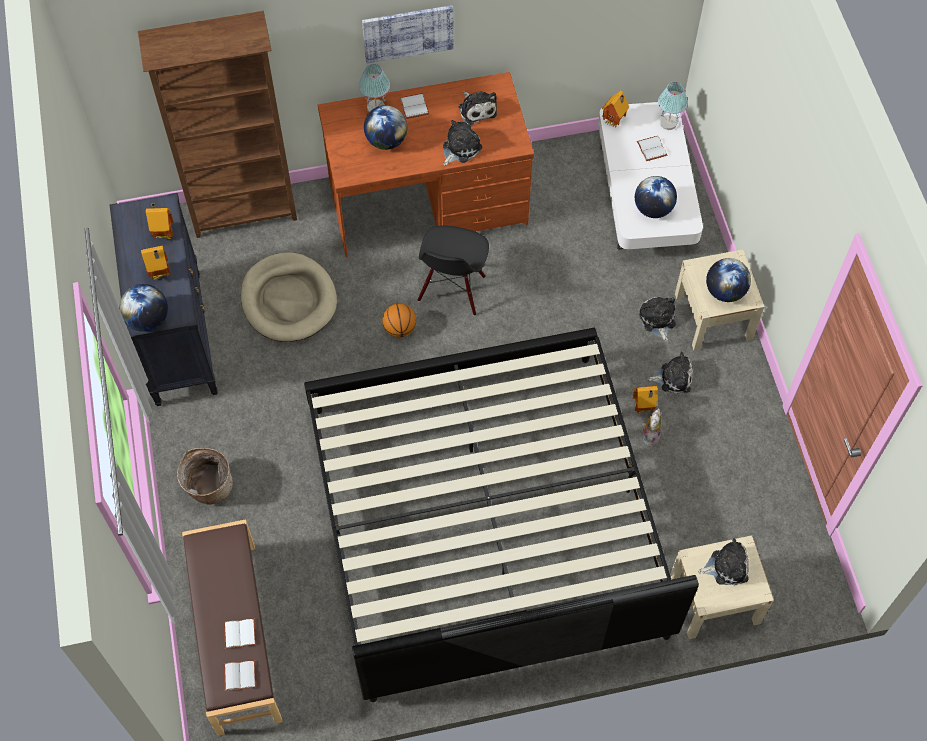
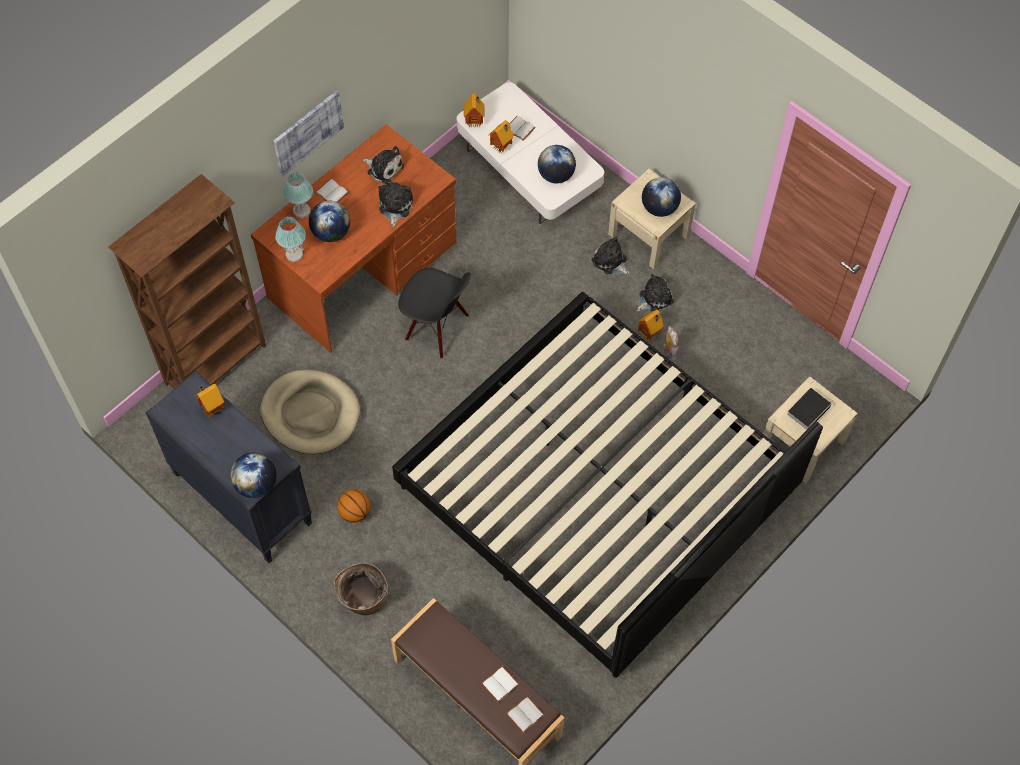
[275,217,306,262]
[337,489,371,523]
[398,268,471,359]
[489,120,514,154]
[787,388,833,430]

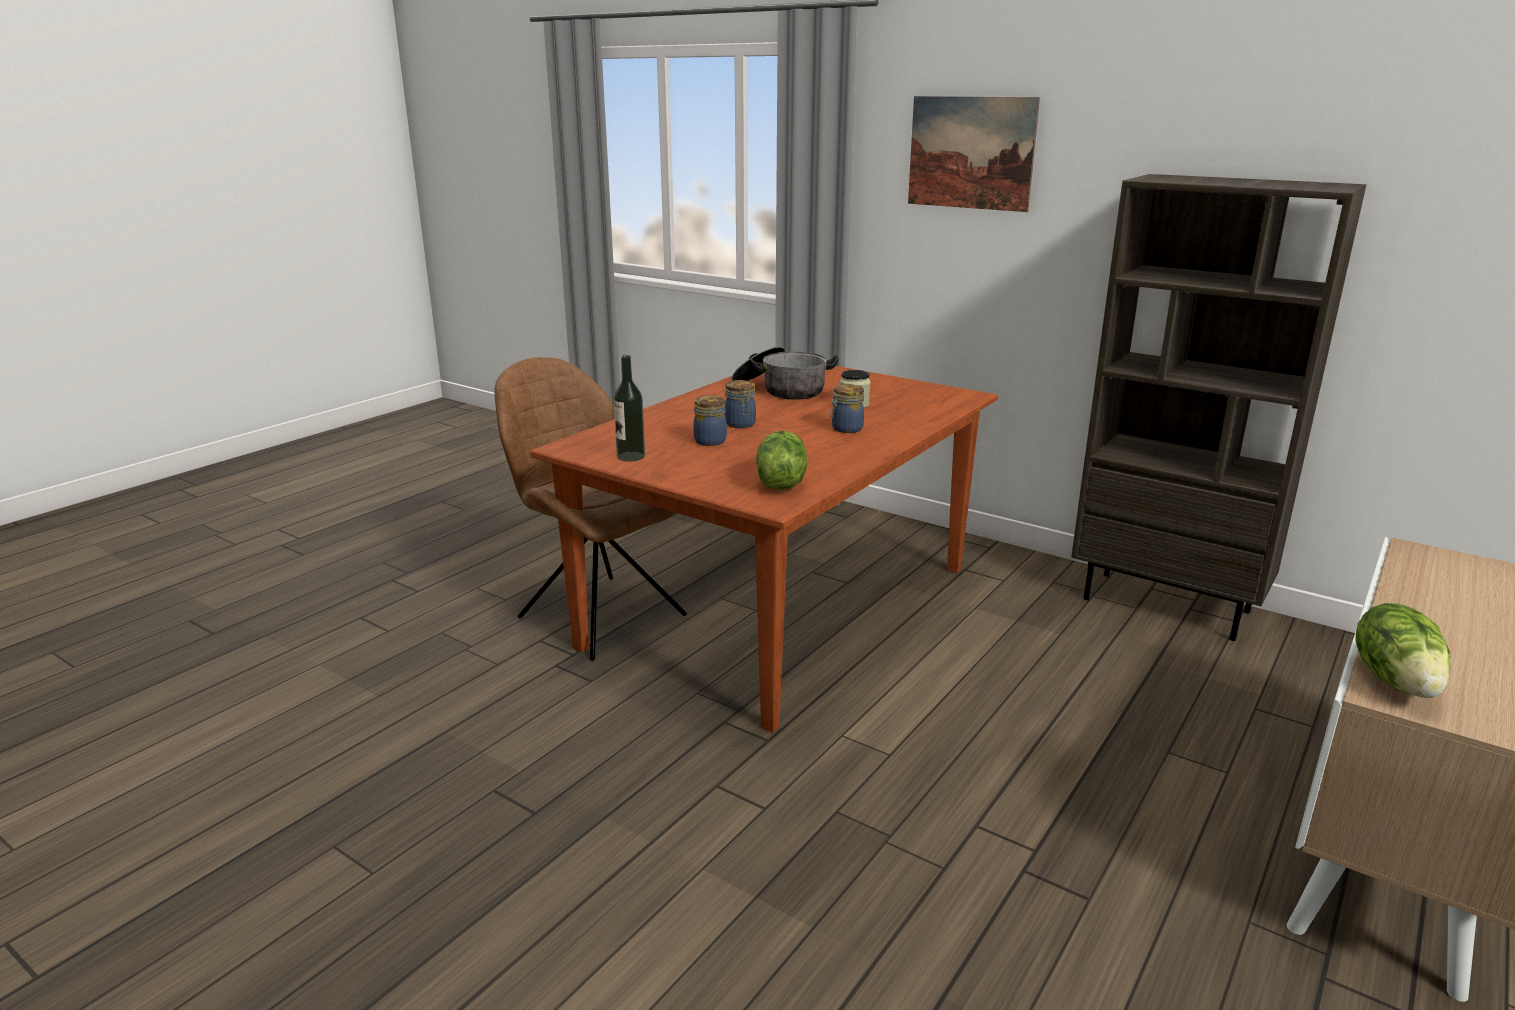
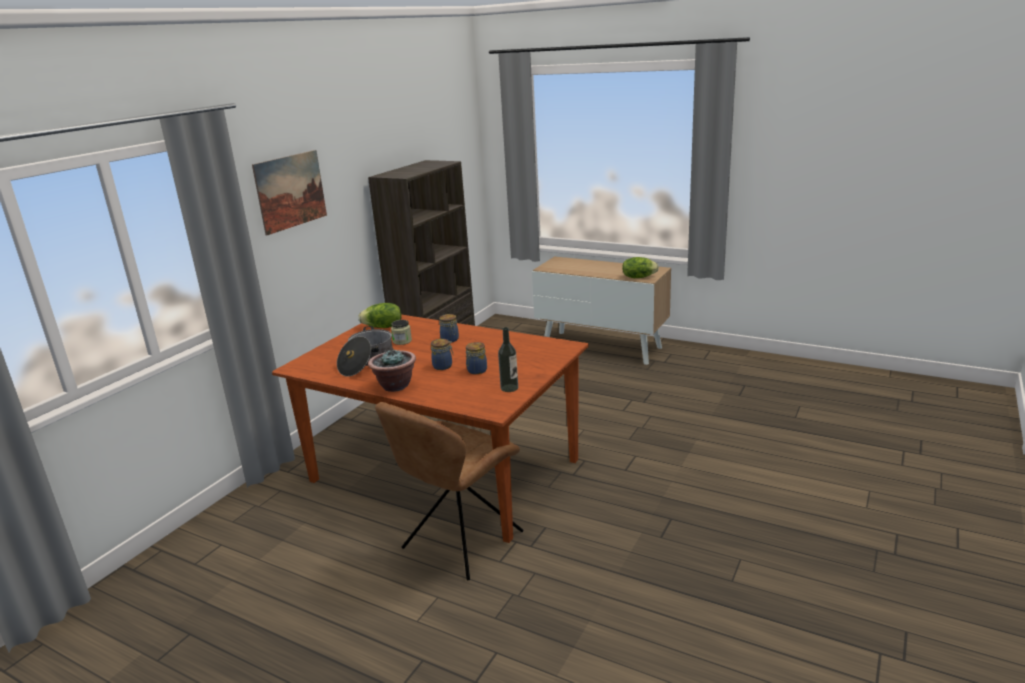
[358,303,402,328]
[368,348,416,392]

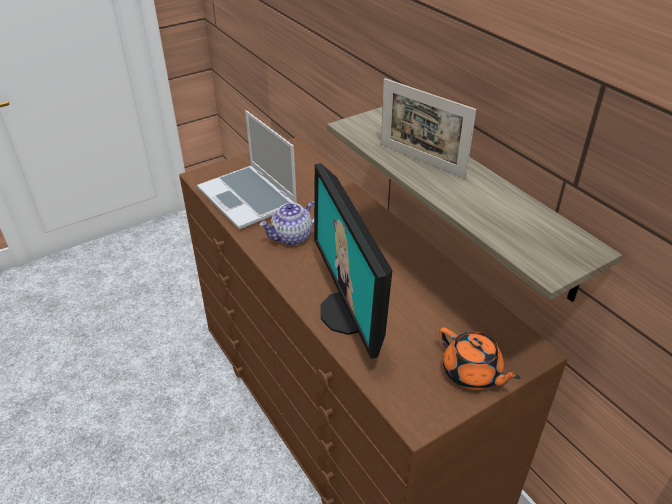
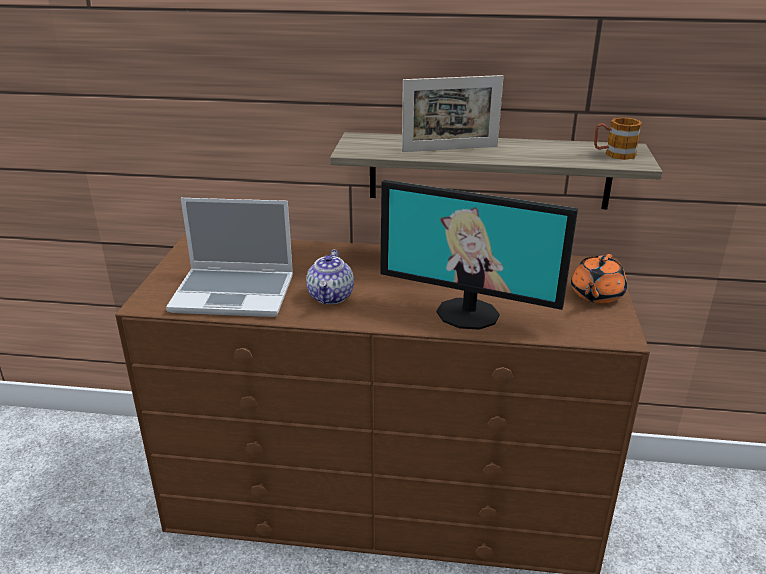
[571,254,627,303]
[594,117,642,160]

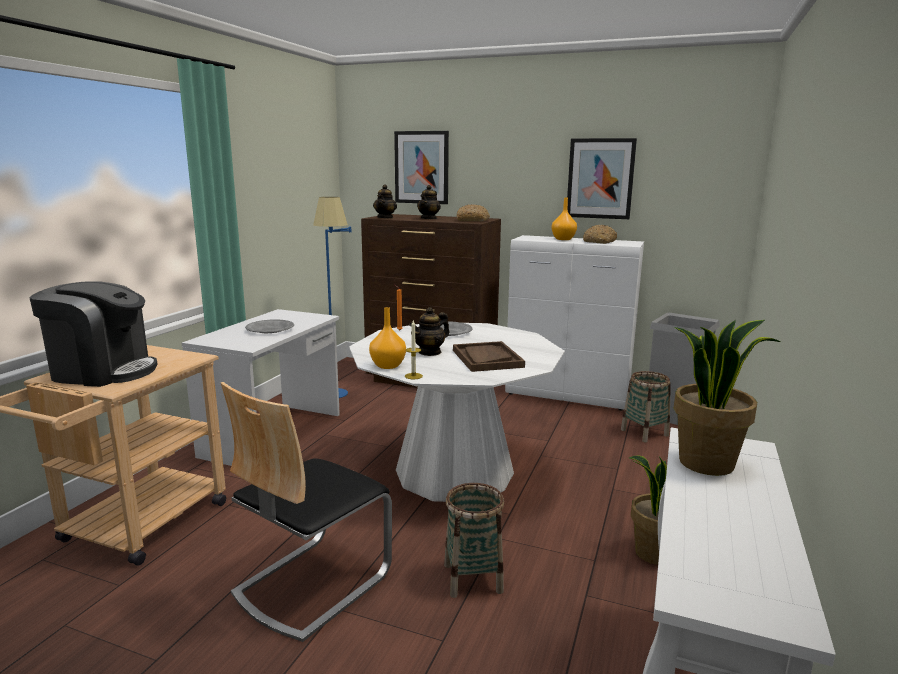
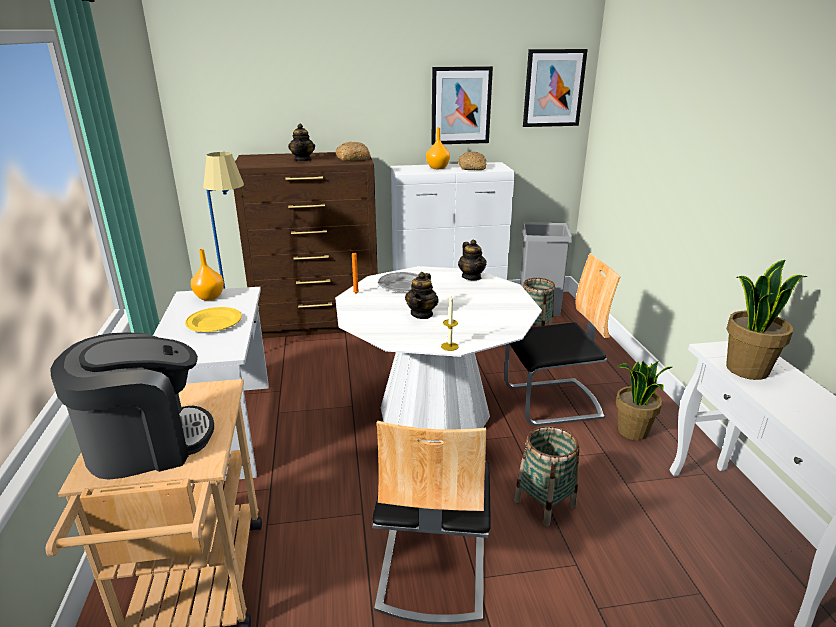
[185,307,242,332]
[191,249,224,300]
[458,240,487,281]
[504,253,621,426]
[523,49,588,127]
[453,341,525,372] (first image)

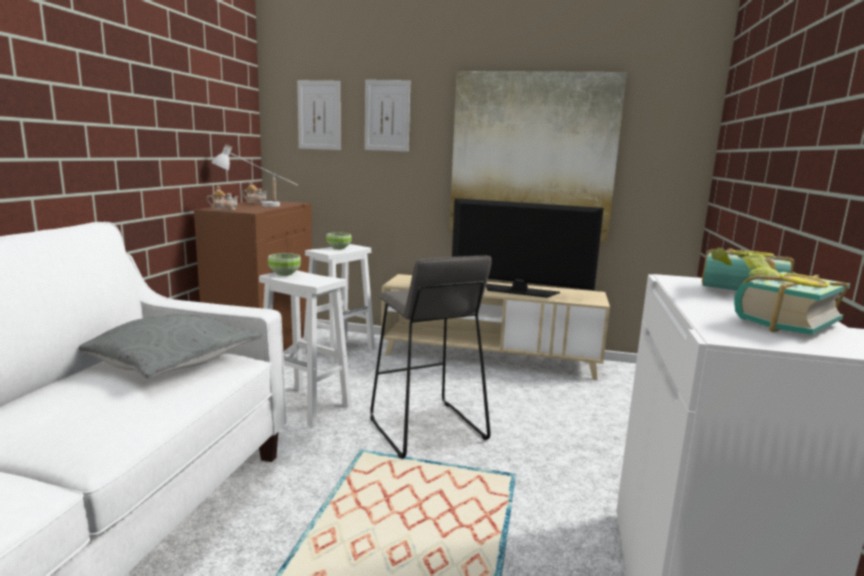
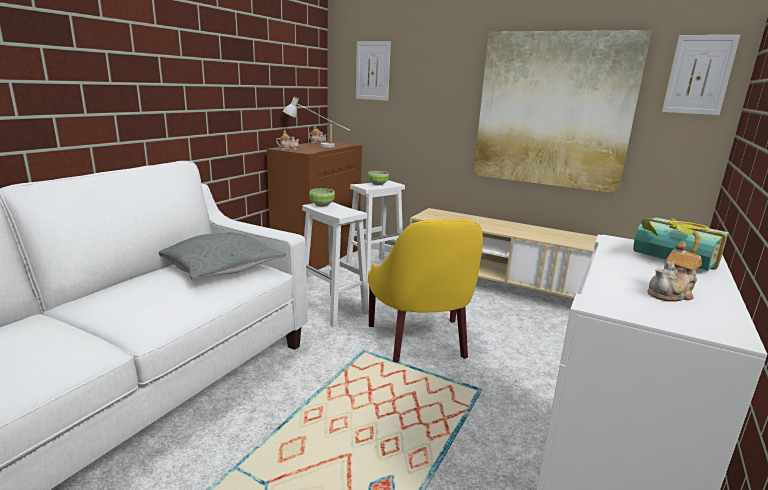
[368,219,483,363]
[648,242,702,302]
[662,35,740,115]
[452,198,604,298] (first image)

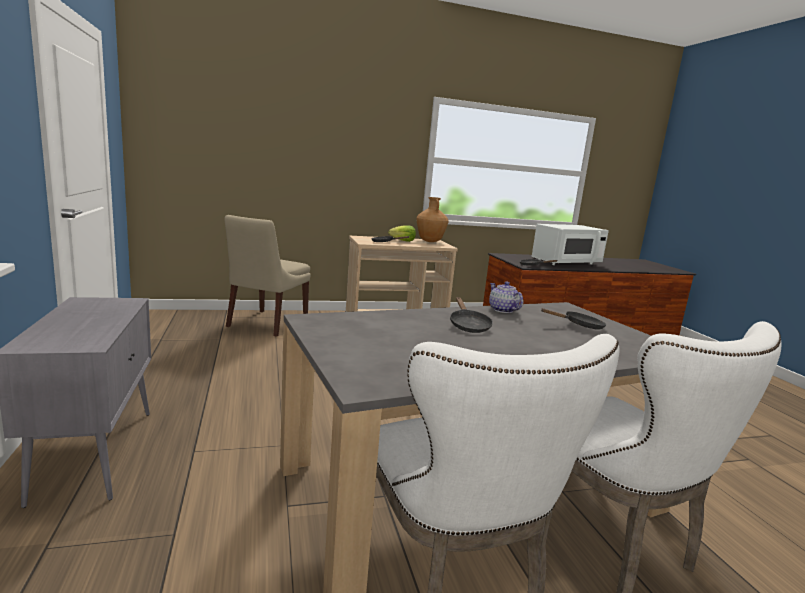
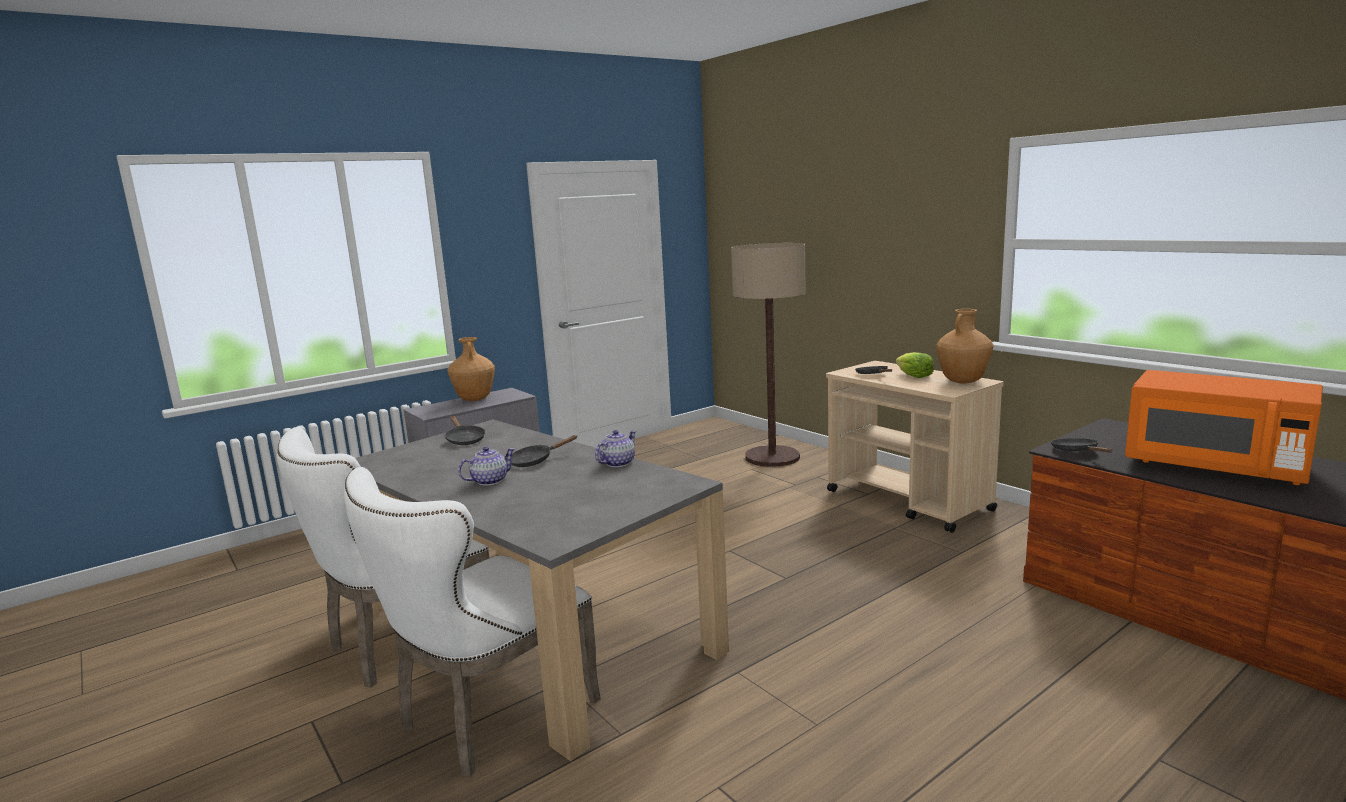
[445,416,485,445]
[447,337,495,401]
[458,447,515,486]
[731,243,806,467]
[1125,370,1323,485]

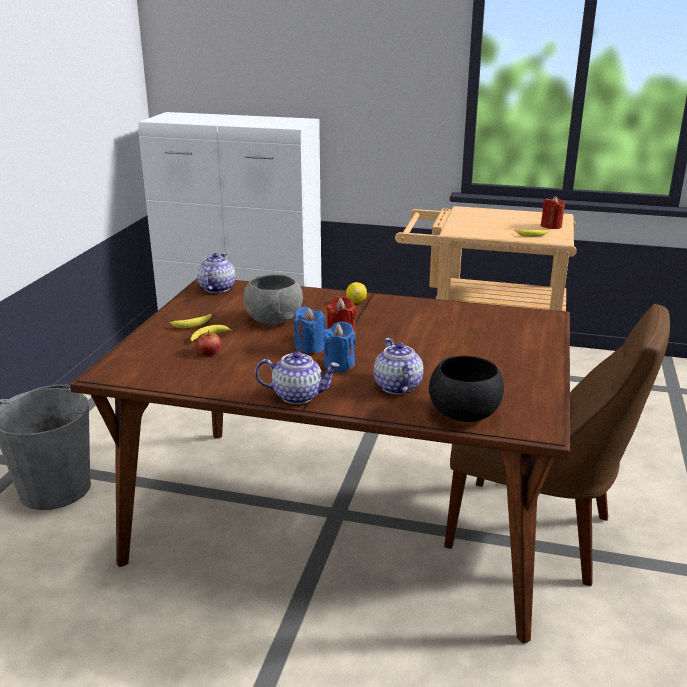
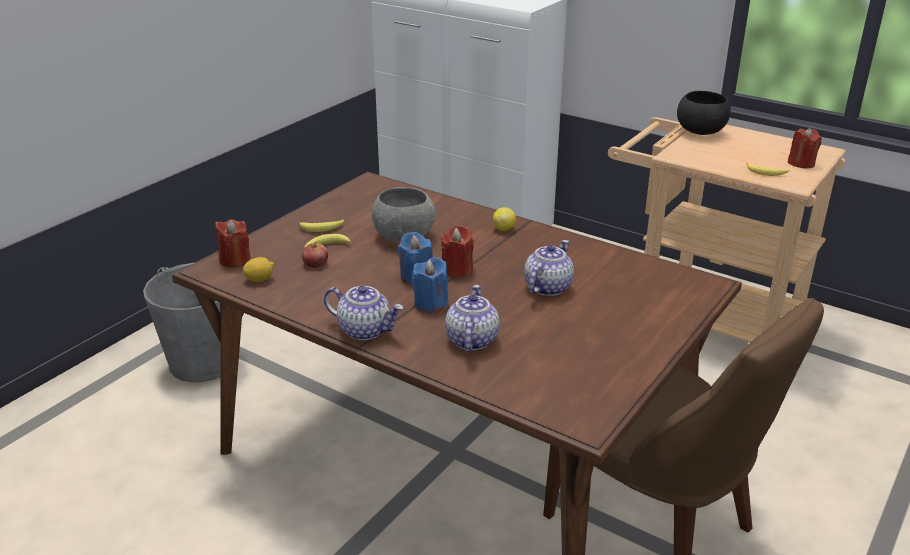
[215,219,251,267]
[242,257,274,282]
[524,240,574,296]
[677,91,731,135]

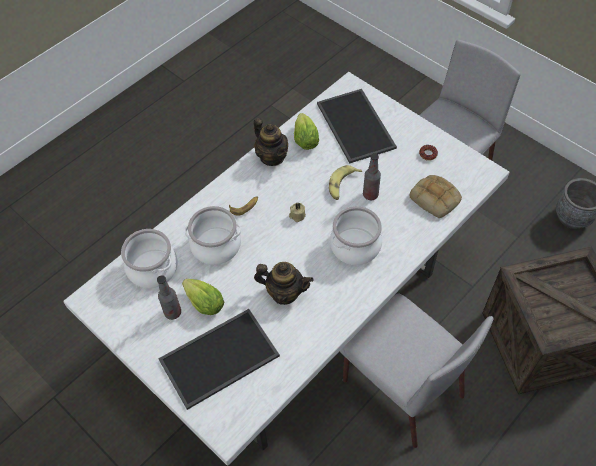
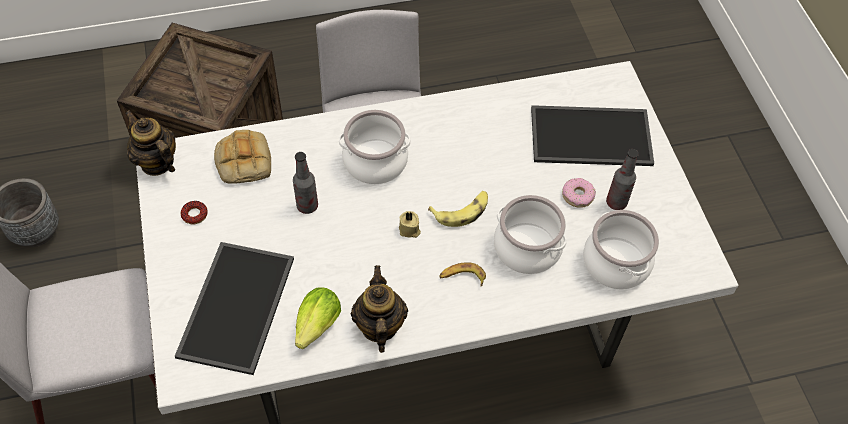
[125,110,176,176]
[428,191,488,227]
[562,178,596,208]

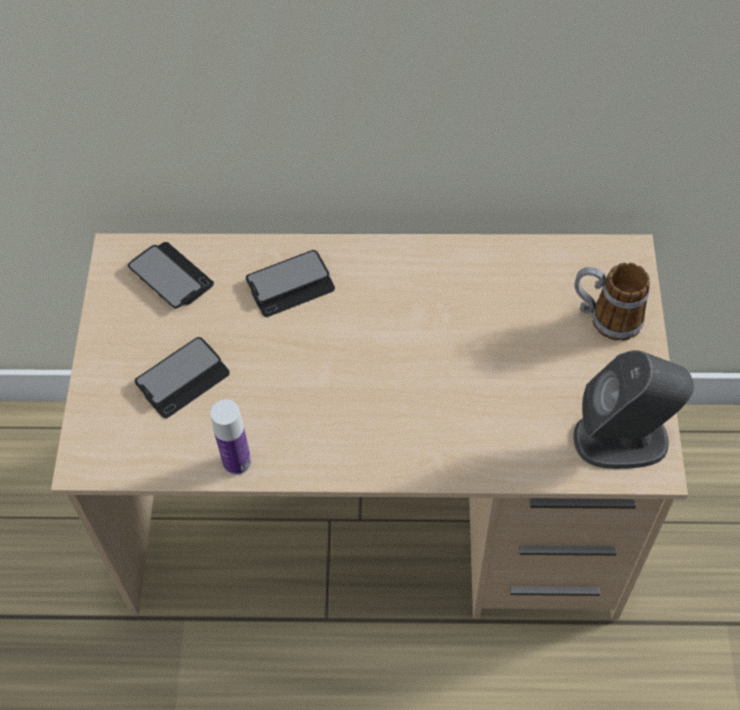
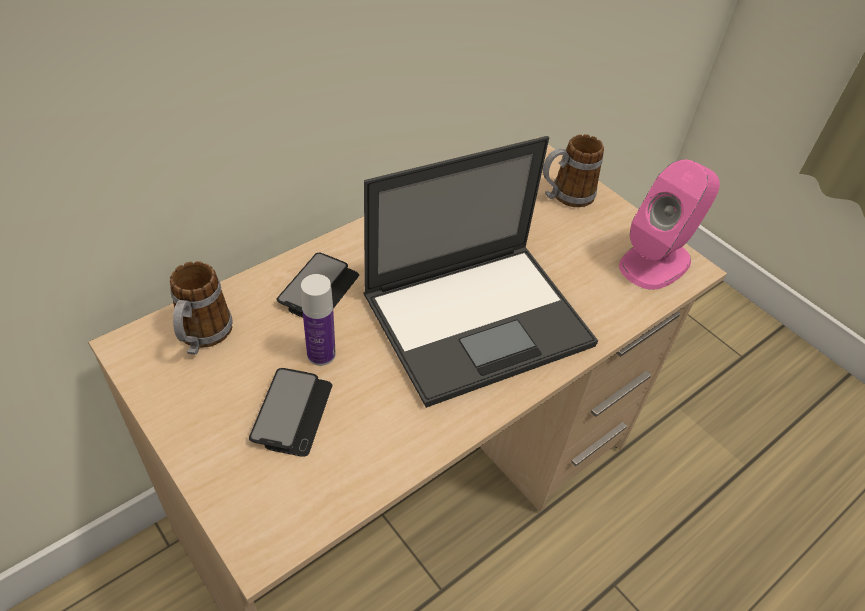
[170,261,233,355]
[301,274,336,366]
[363,136,598,408]
[619,159,720,290]

